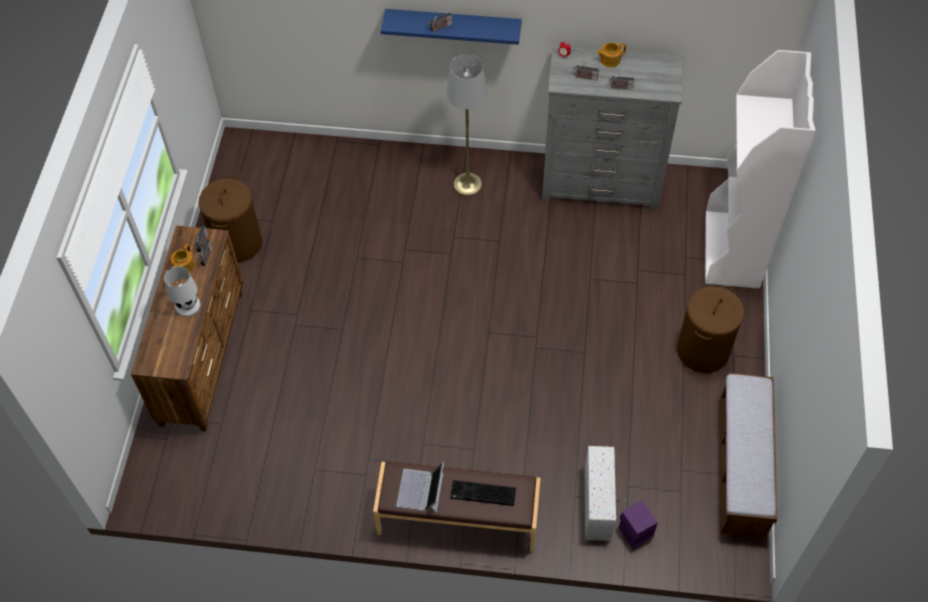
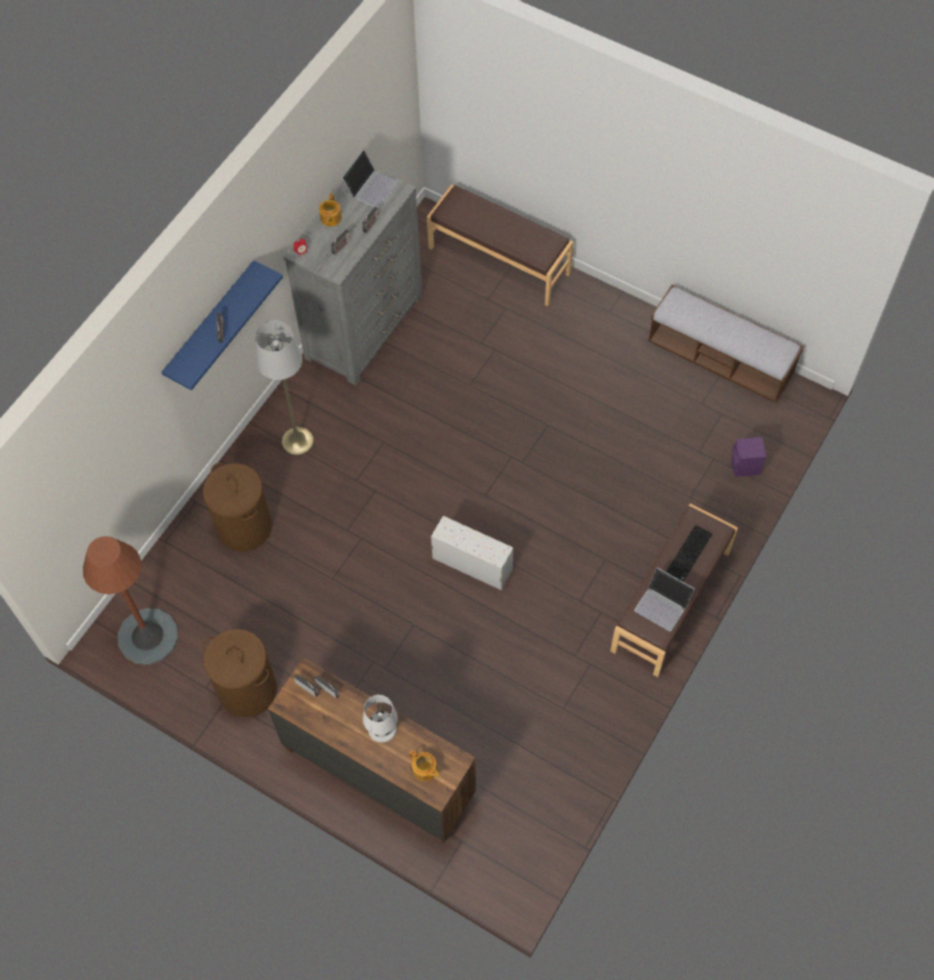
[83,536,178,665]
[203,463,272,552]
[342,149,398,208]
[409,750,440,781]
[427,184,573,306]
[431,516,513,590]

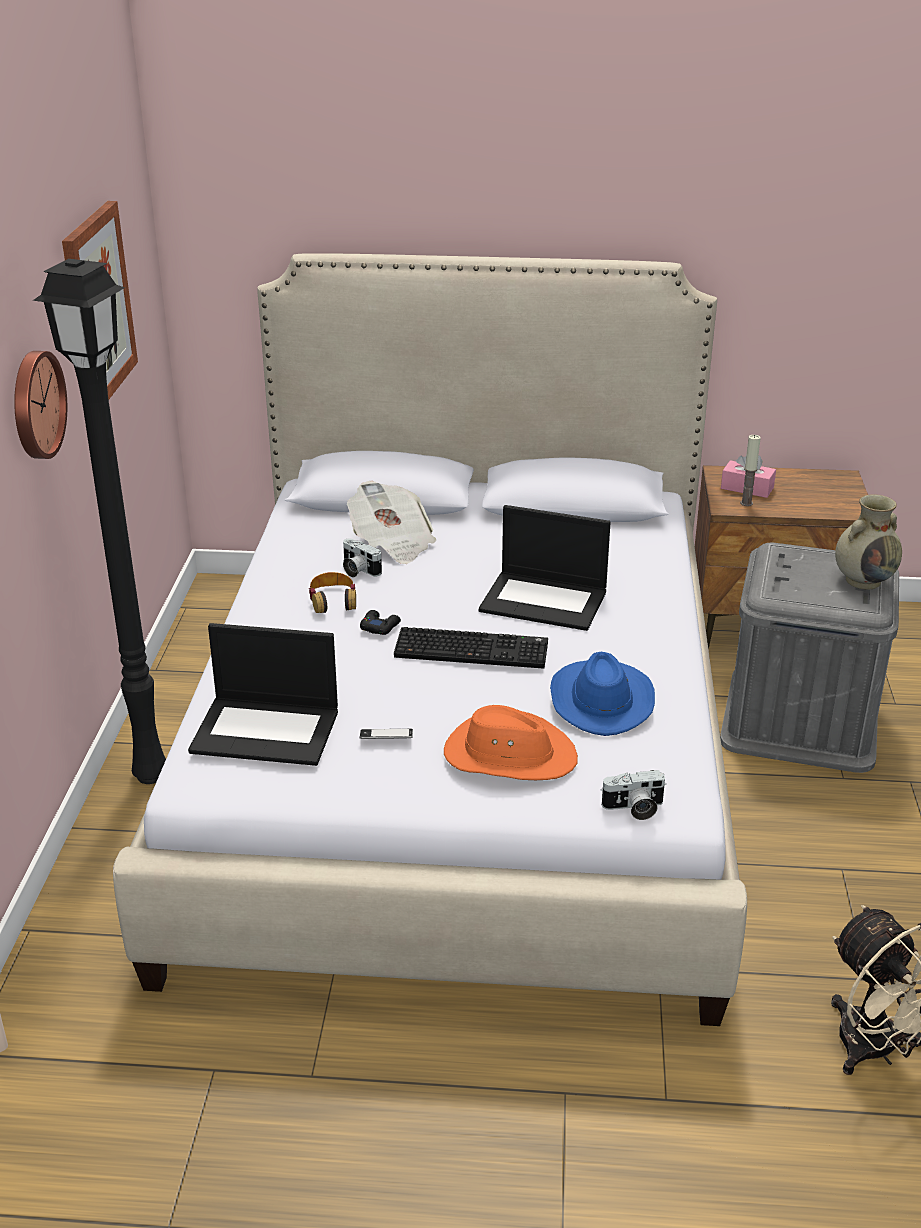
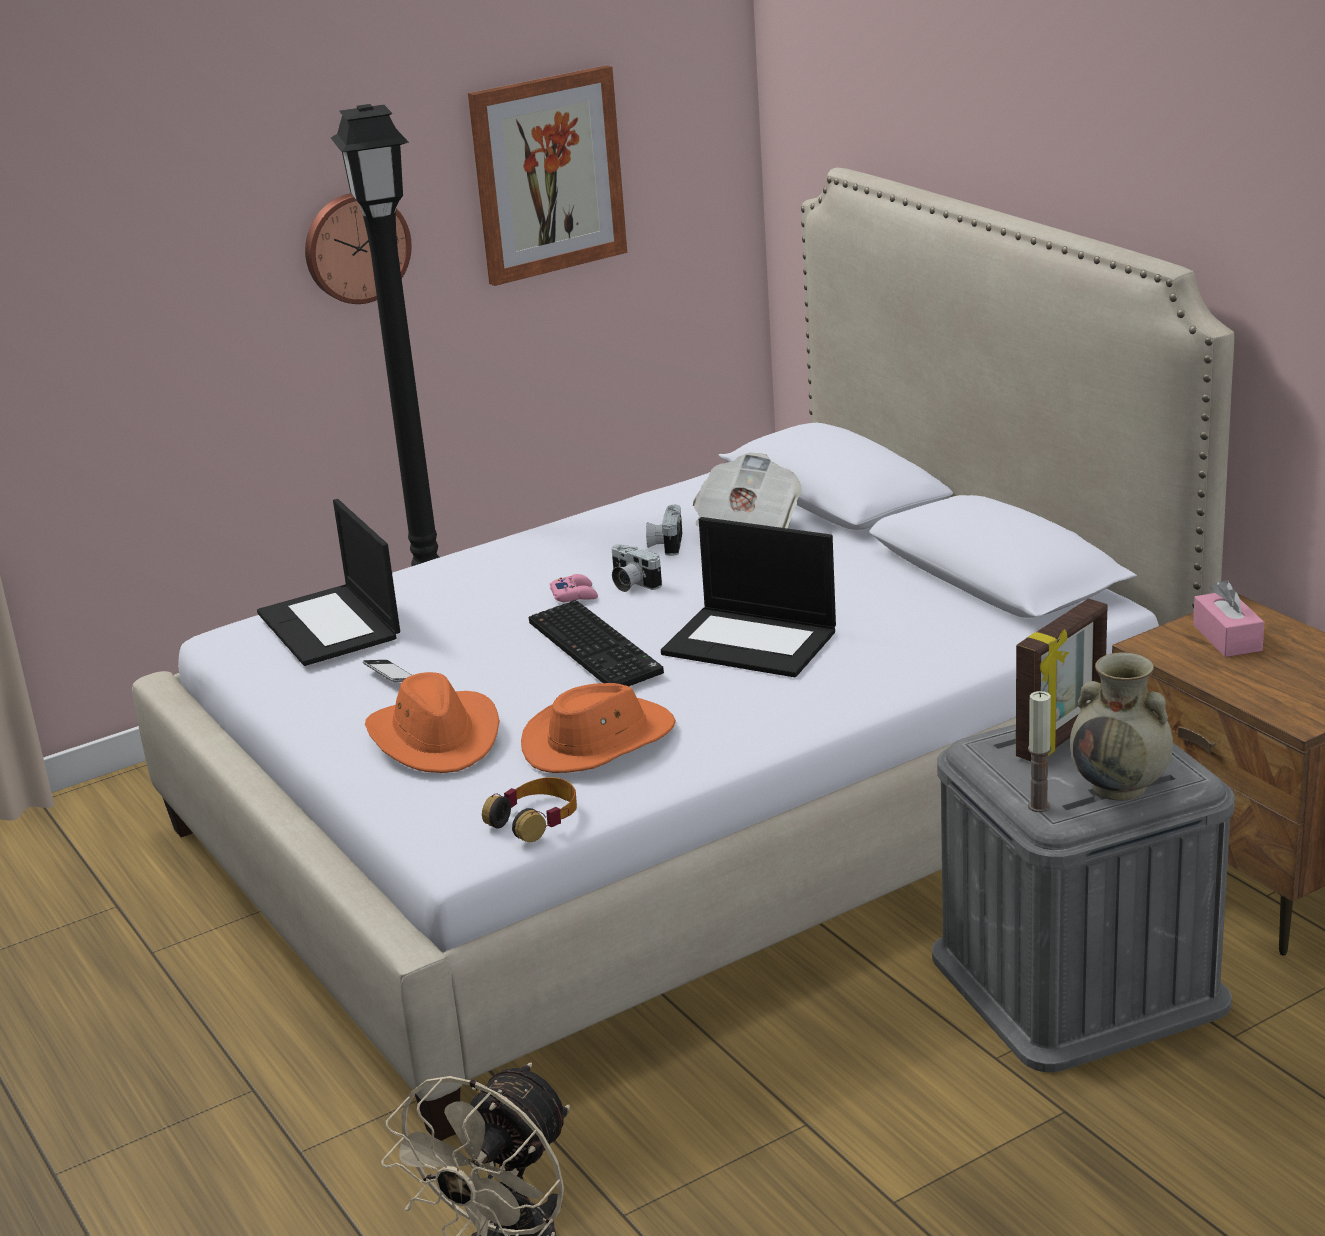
[482,777,577,842]
[521,683,676,773]
[550,574,598,602]
[611,544,662,592]
[661,517,836,677]
[1016,599,1108,761]
[1028,691,1051,812]

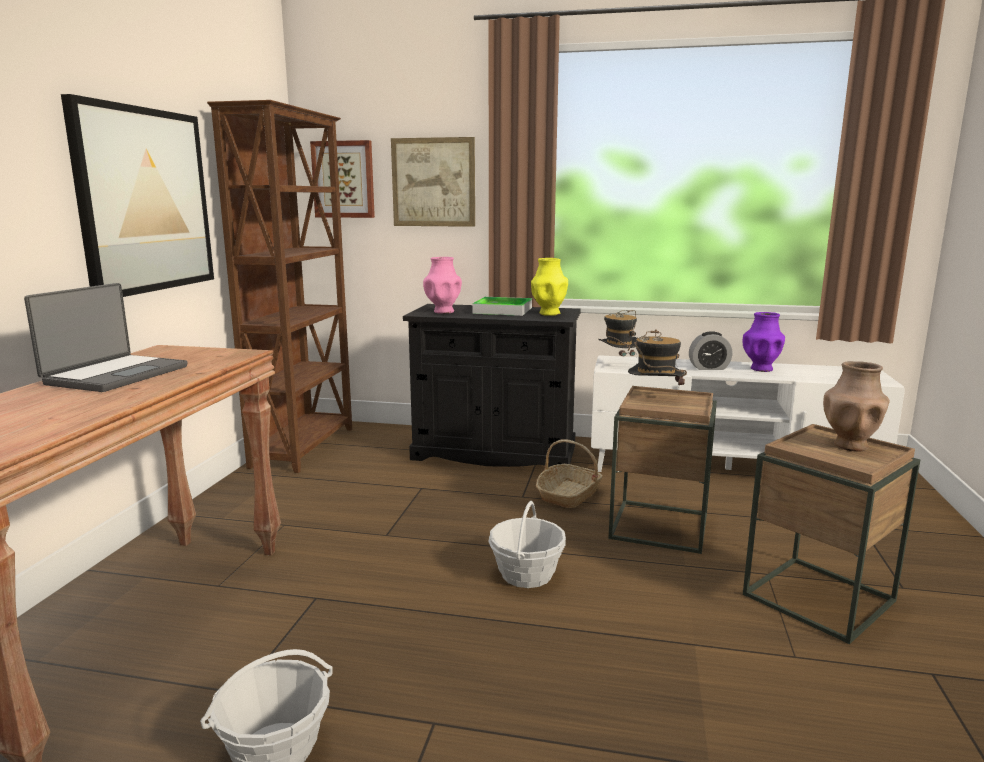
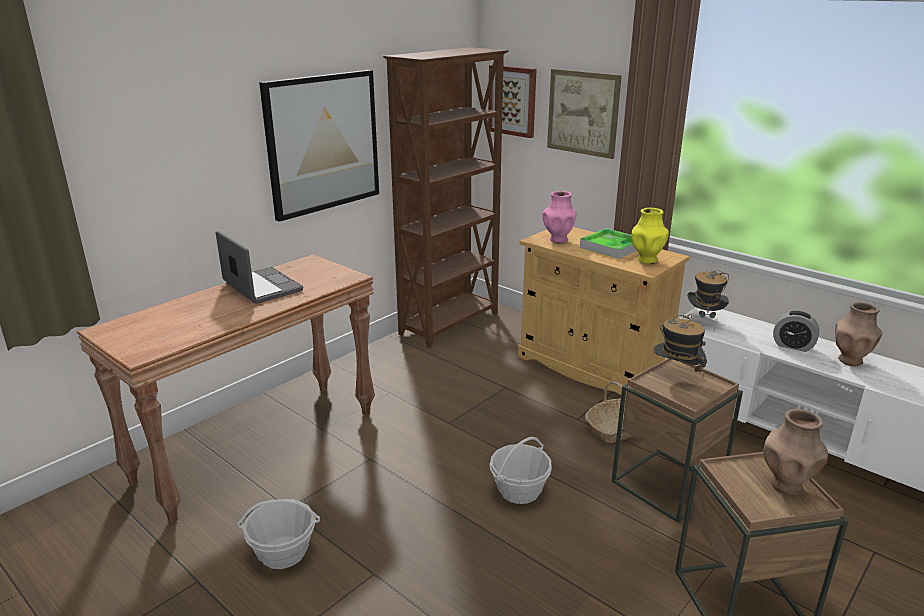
[216,231,303,304]
[518,227,690,399]
[835,302,882,366]

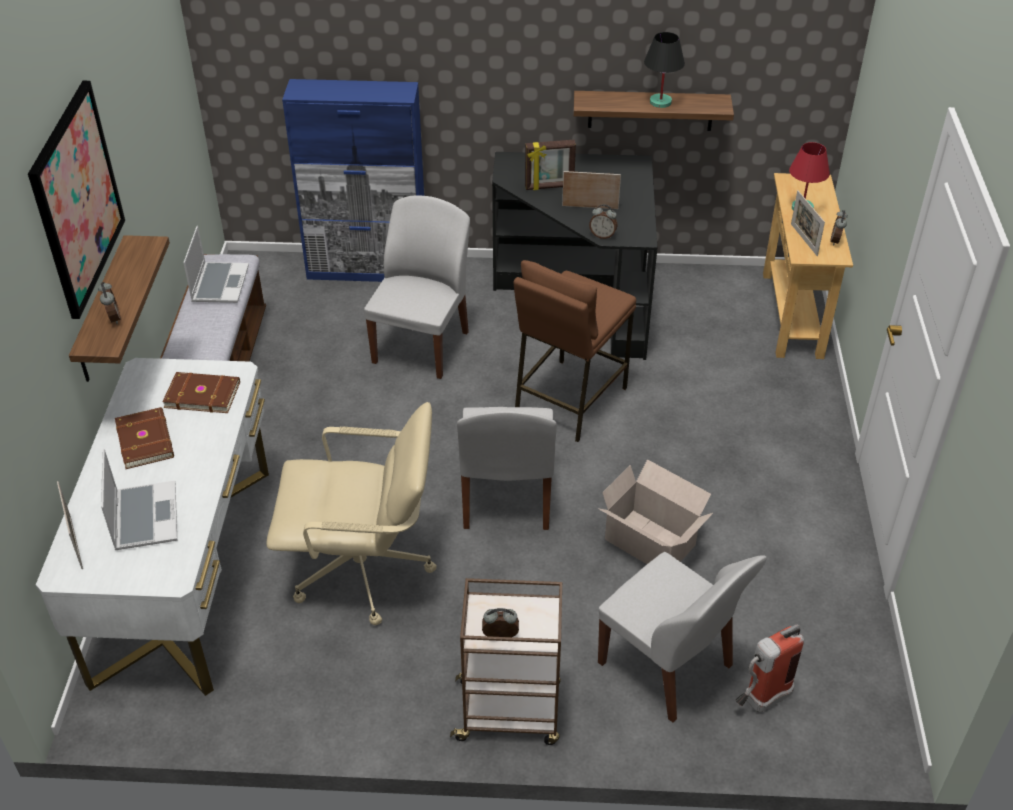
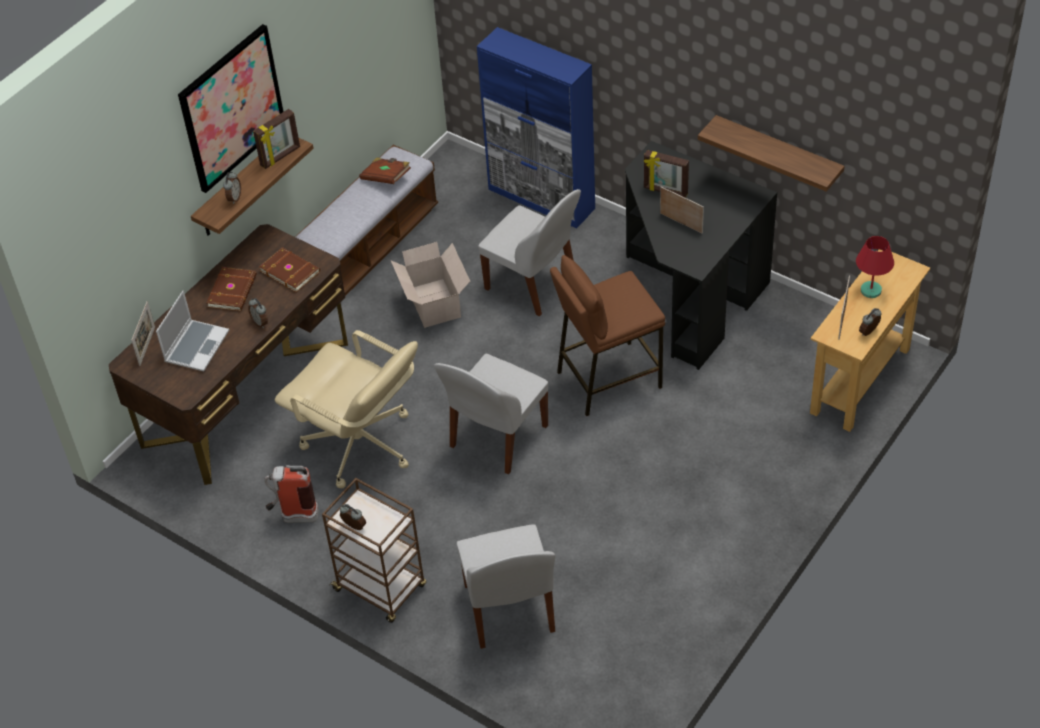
[109,224,348,485]
[248,298,268,328]
[253,109,300,169]
[264,465,319,523]
[359,157,411,184]
[391,242,470,328]
[478,189,581,317]
[644,32,685,108] (first image)

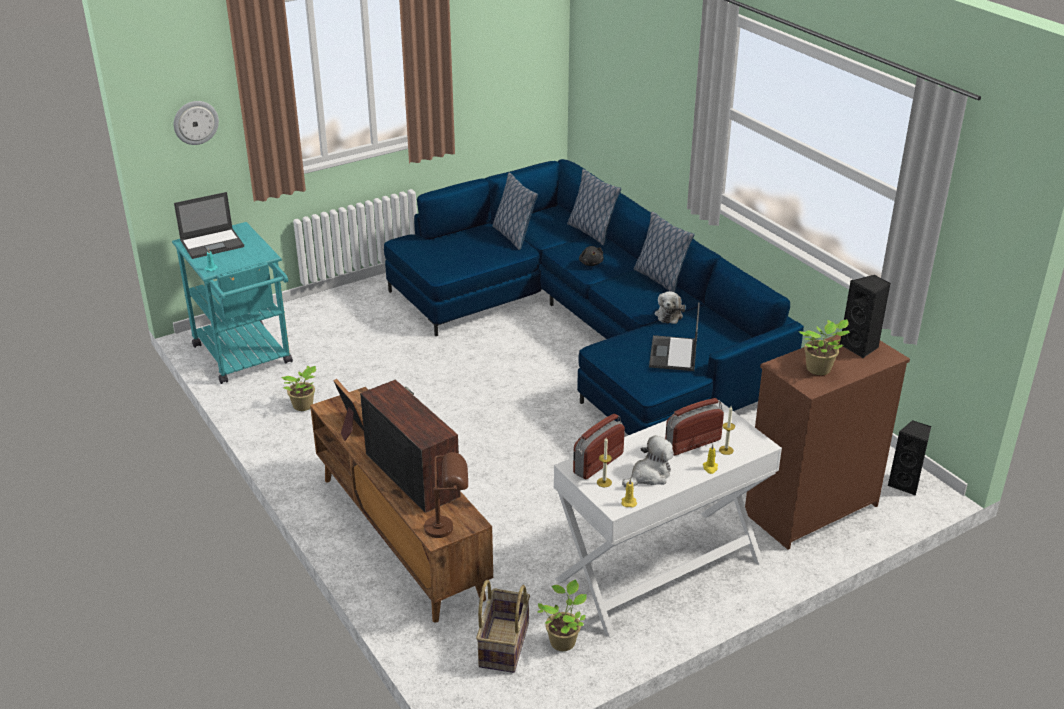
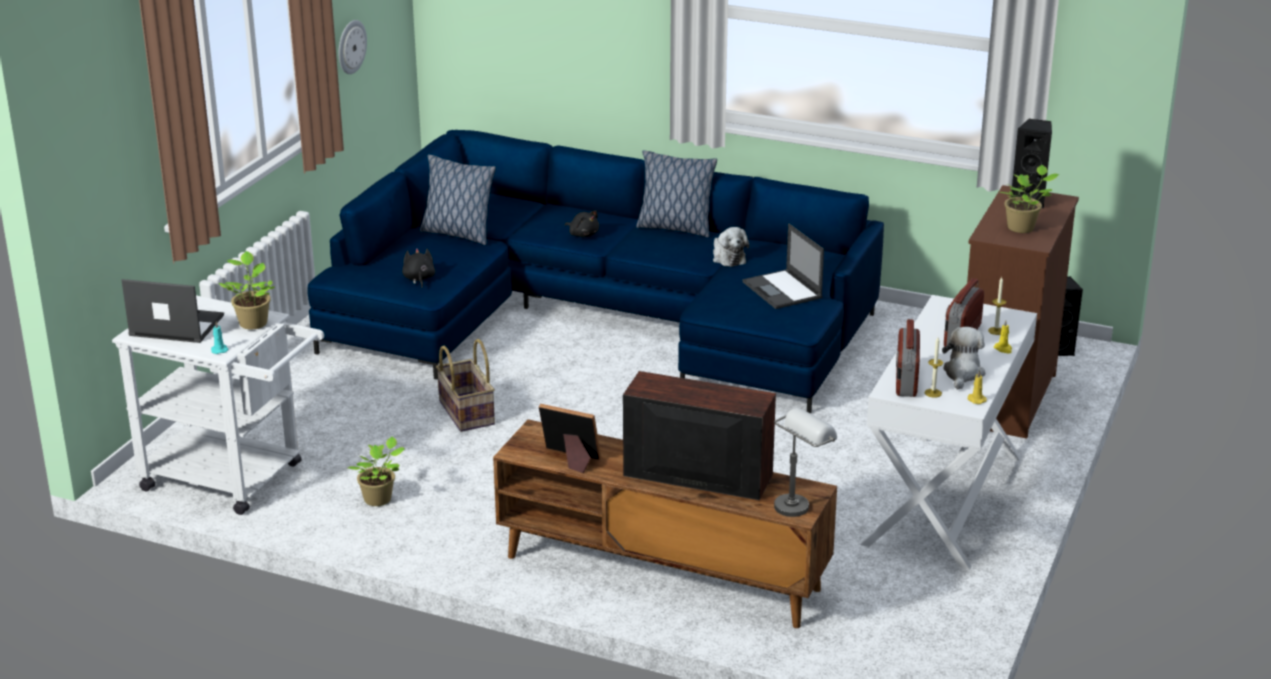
[112,295,324,515]
[121,279,224,343]
[218,251,275,330]
[339,20,367,74]
[402,248,435,288]
[436,339,495,432]
[774,408,837,517]
[567,169,621,245] (first image)

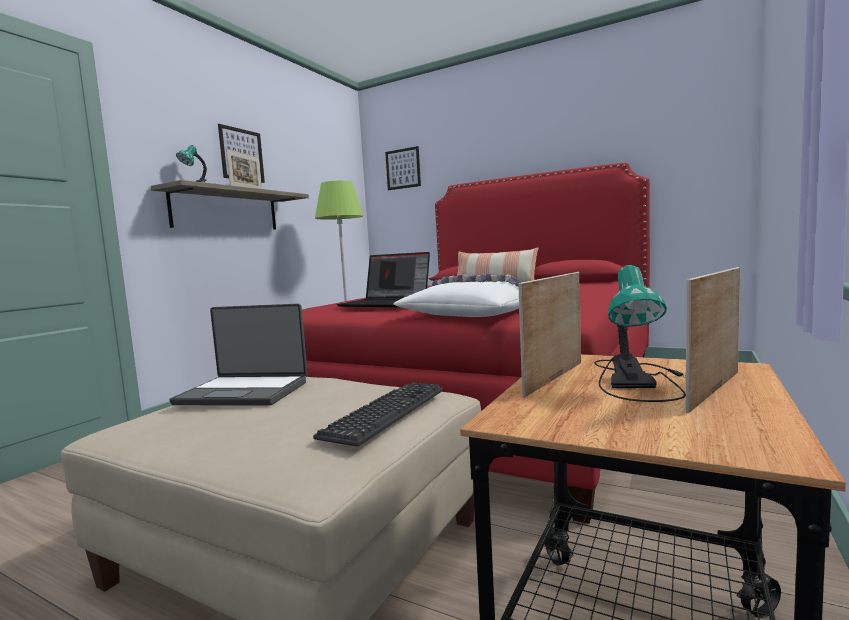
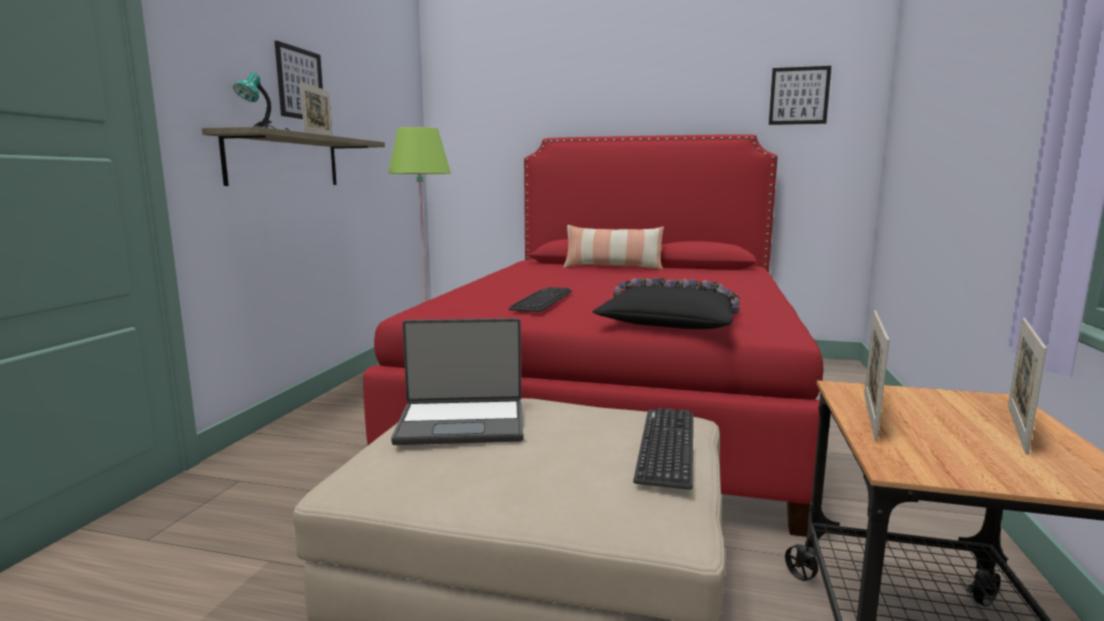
[509,287,572,312]
[593,278,740,329]
[769,66,831,125]
[594,265,686,402] (first image)

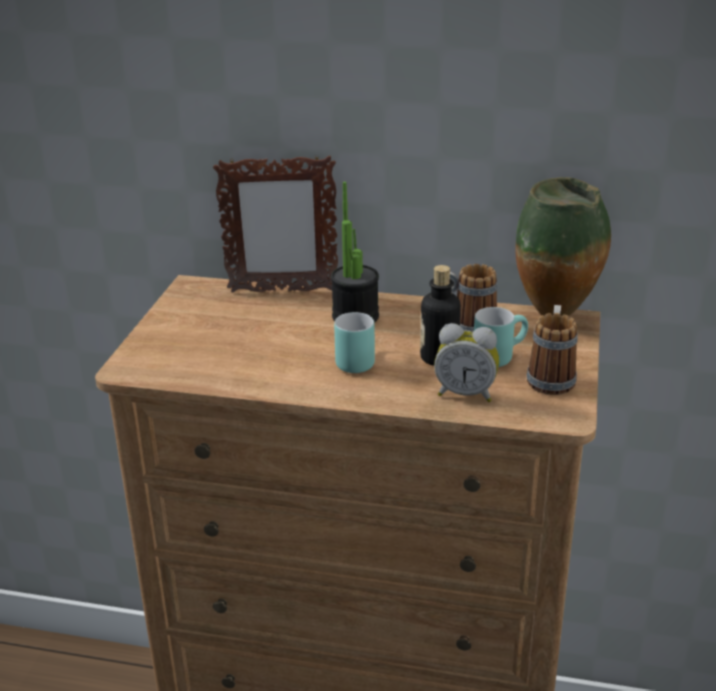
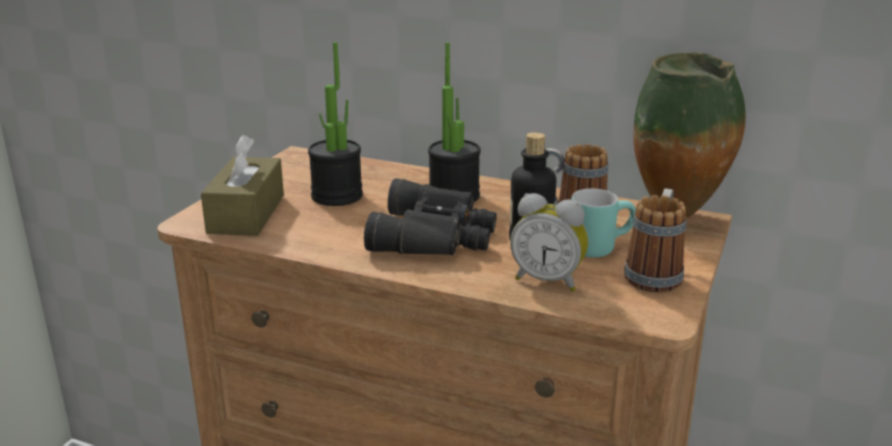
[201,135,284,236]
[308,42,363,206]
[364,178,497,255]
[213,155,338,293] (first image)

